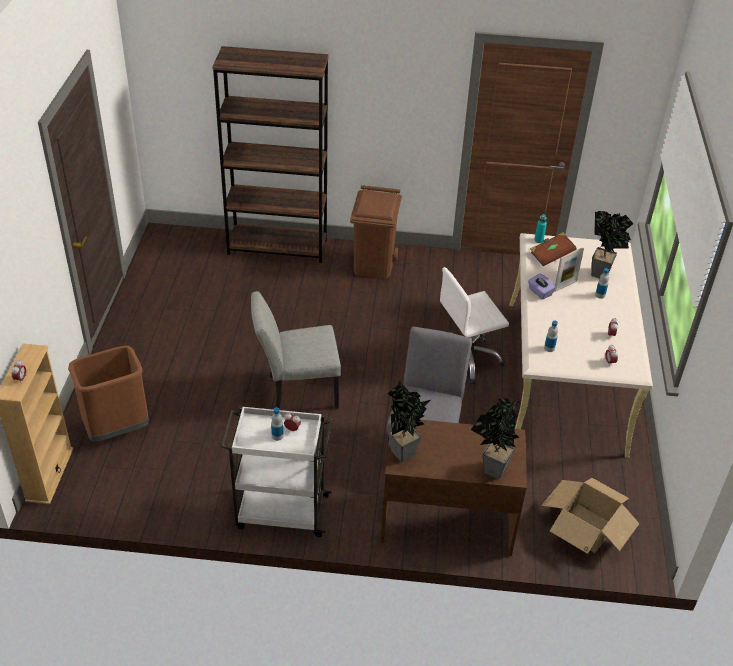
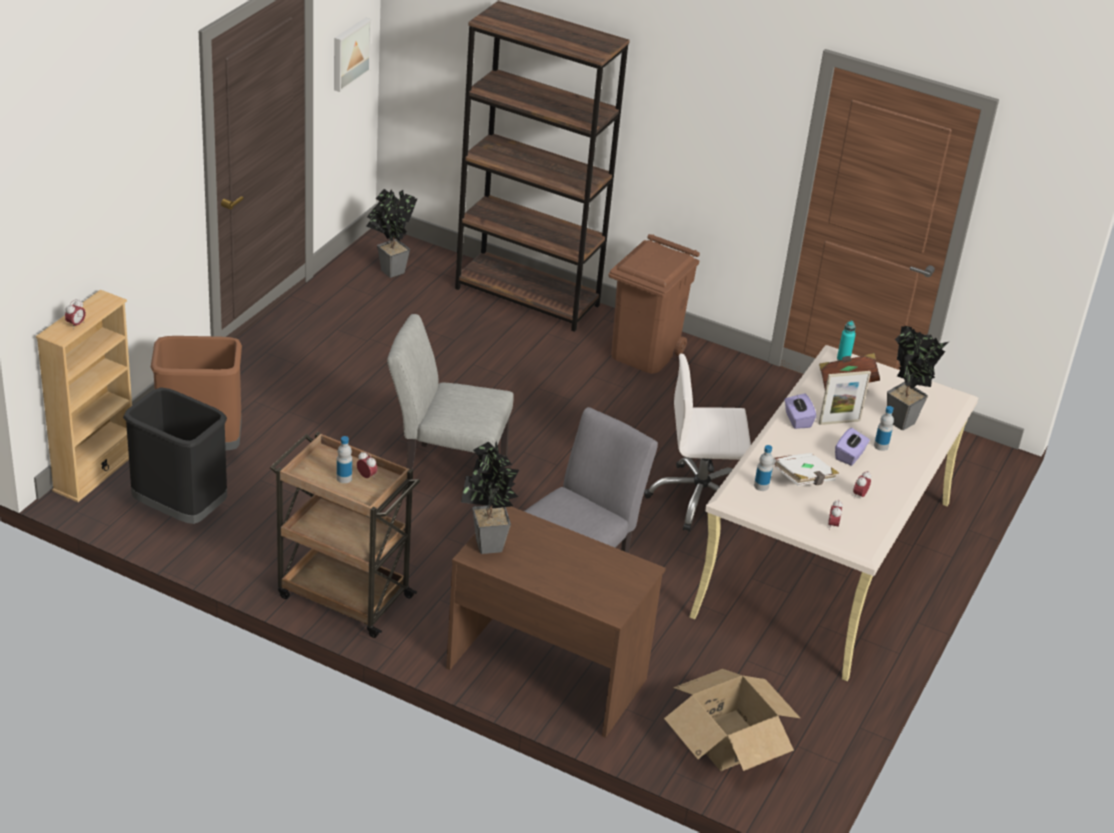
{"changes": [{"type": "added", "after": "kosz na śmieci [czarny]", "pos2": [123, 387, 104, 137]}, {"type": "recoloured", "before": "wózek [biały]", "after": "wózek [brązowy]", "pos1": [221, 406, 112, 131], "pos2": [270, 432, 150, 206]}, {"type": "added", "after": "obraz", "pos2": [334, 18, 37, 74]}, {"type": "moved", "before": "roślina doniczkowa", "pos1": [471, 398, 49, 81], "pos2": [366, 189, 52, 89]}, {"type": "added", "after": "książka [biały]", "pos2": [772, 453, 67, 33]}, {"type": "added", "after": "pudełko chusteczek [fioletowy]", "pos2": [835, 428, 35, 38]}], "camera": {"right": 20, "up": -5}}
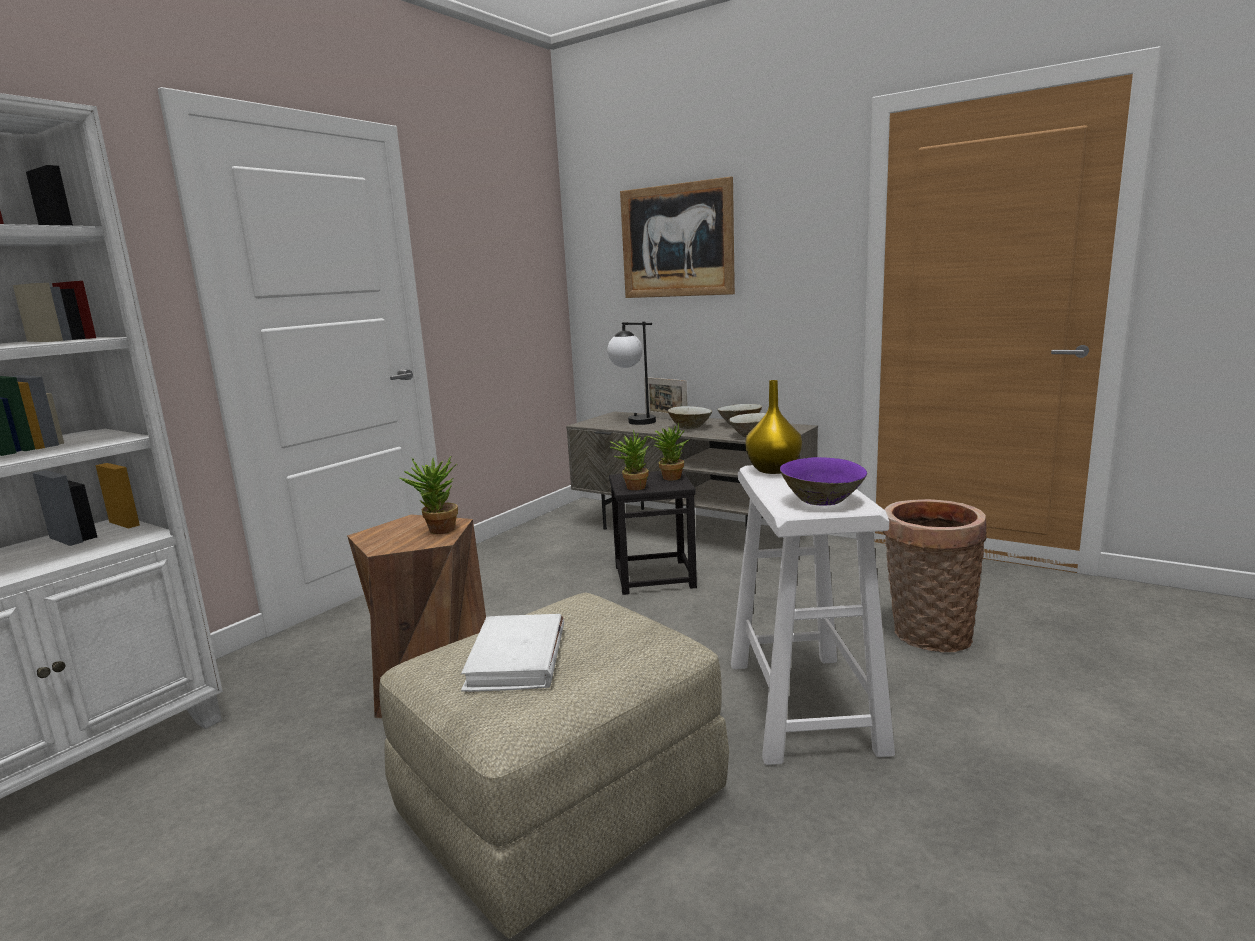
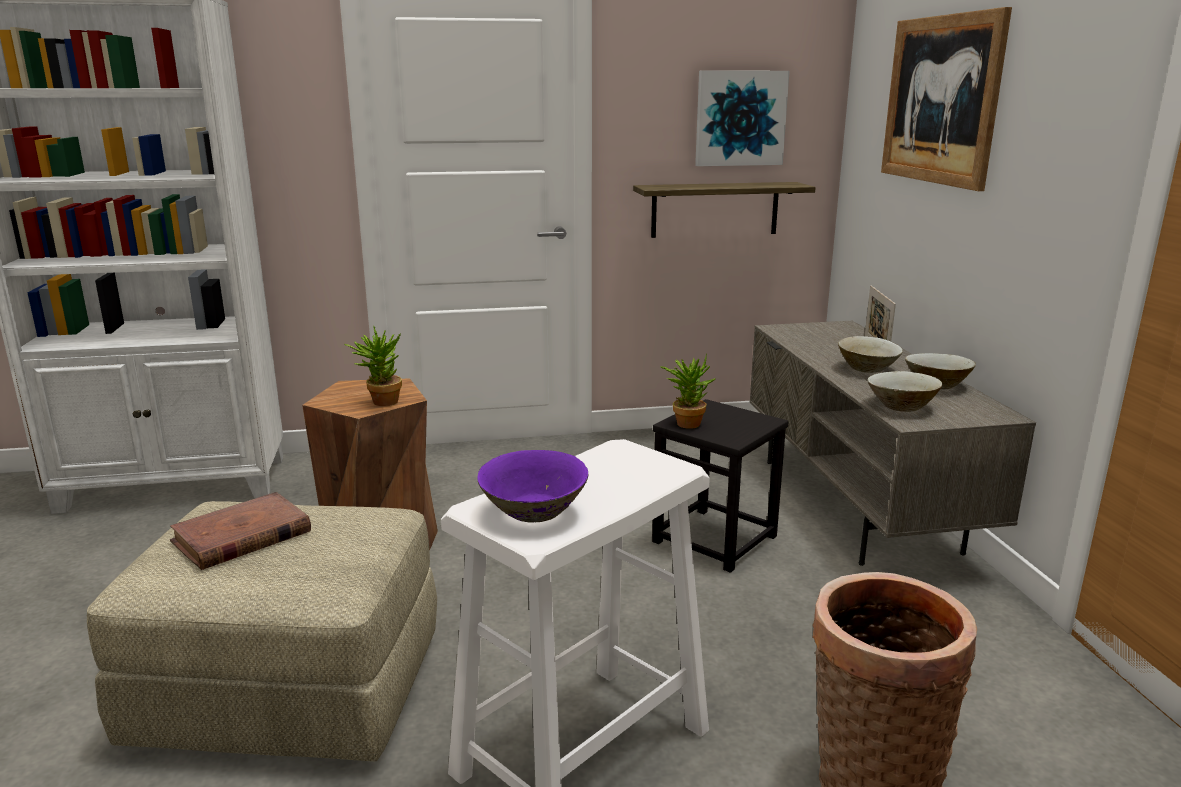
{"changes": [{"type": "recoloured", "before": "książka [biały]", "after": "książka [brązowy]", "pos1": [461, 614, 103, 78], "pos2": [170, 492, 141, 78]}, {"type": "added", "after": "półka", "pos2": [633, 182, 183, 56]}, {"type": "added", "after": "obraz", "pos2": [695, 70, 95, 96]}, {"type": "removed", "before": "lampa stołowa", "pos1": [607, 322, 49, 103]}, {"type": "removed", "before": "roślina doniczkowa", "pos1": [648, 422, 41, 58]}, {"type": "removed", "before": "wazon [żółty]", "pos1": [745, 380, 57, 94]}], "camera": {"right": 45, "up": 5}}
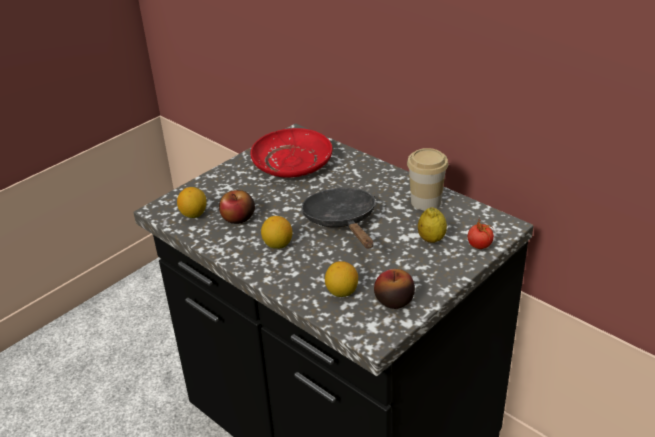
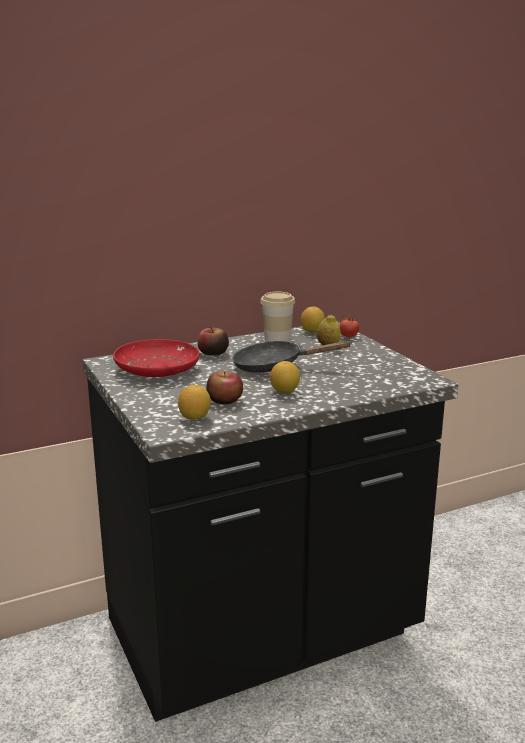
{"changes": [{"type": "moved", "before": "jabłko", "pos1": [374, 269, 41, 40], "pos2": [197, 327, 32, 28]}, {"type": "moved", "before": "cytryna", "pos1": [325, 261, 33, 36], "pos2": [301, 307, 24, 26]}], "camera": {"right": -70, "up": -15}}
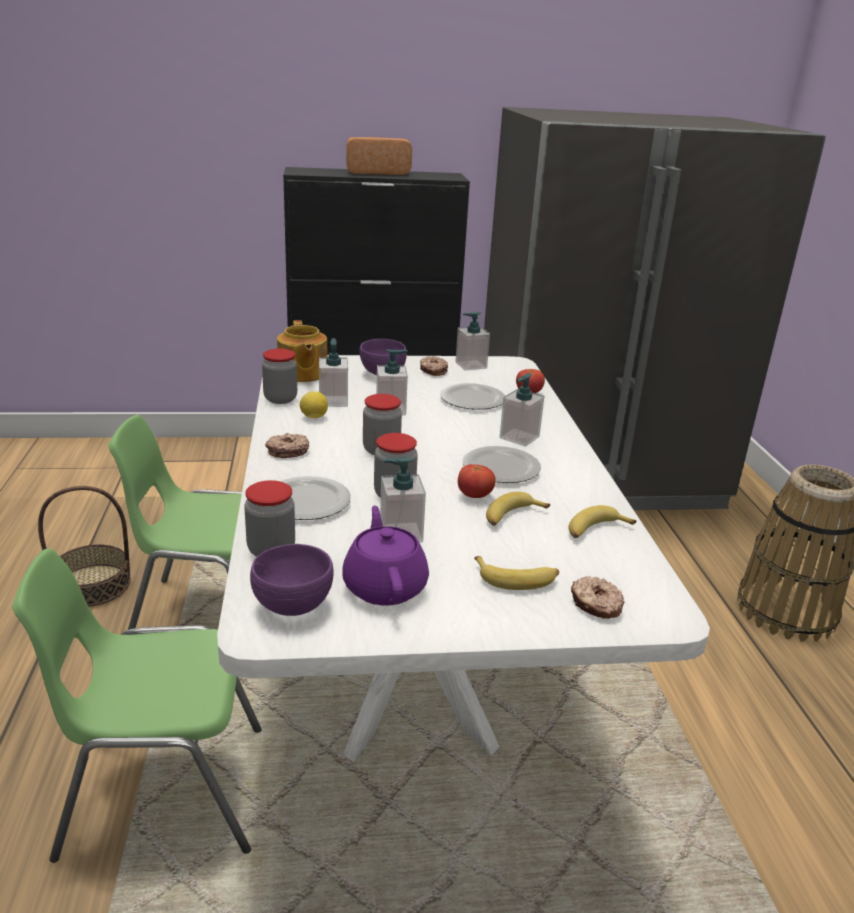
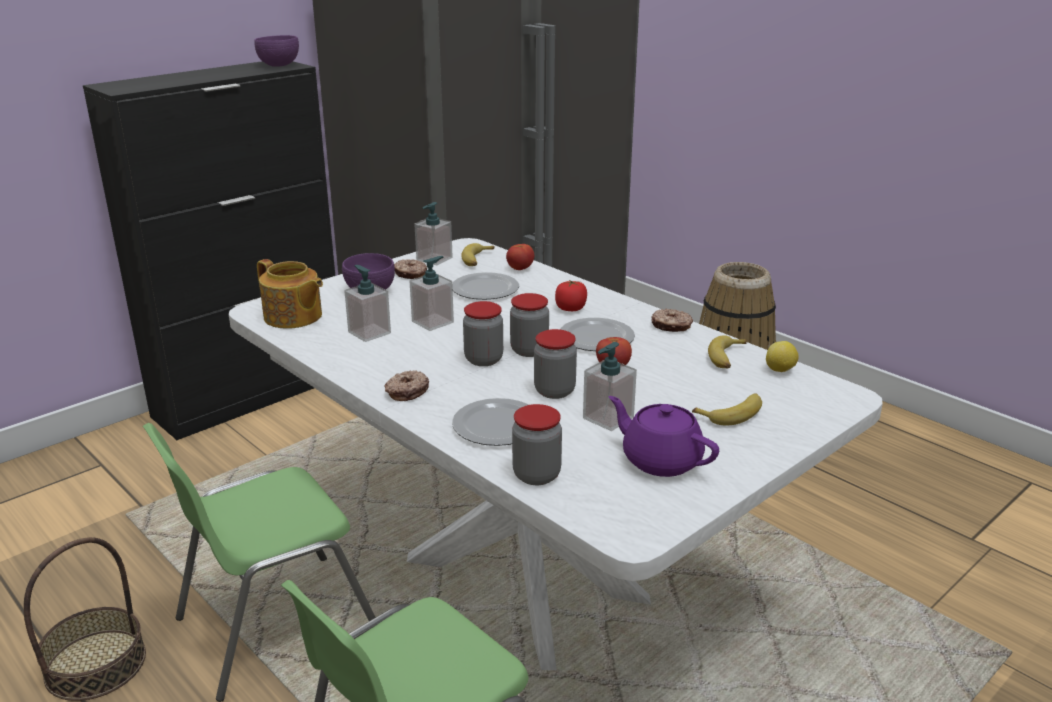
{"changes": [{"type": "moved", "before": "miska [fioletowy]", "pos1": [250, 544, 84, 72], "pos2": [254, 35, 45, 32]}, {"type": "moved", "before": "banan", "pos1": [486, 492, 64, 34], "pos2": [461, 243, 33, 23]}, {"type": "moved", "before": "słoik", "pos1": [262, 349, 35, 55], "pos2": [510, 293, 39, 64]}, {"type": "replaced", "before": "dozownik mydła", "after": "pomidor", "pos1": [500, 373, 44, 73], "pos2": [555, 280, 32, 31]}, {"type": "moved", "before": "donut", "pos1": [571, 576, 54, 43], "pos2": [651, 309, 42, 23]}, {"type": "moved", "before": "cytryna", "pos1": [300, 391, 28, 27], "pos2": [766, 341, 33, 31]}, {"type": "removed", "before": "chleb", "pos1": [346, 137, 66, 38]}], "camera": {"right": -35, "up": 0}}
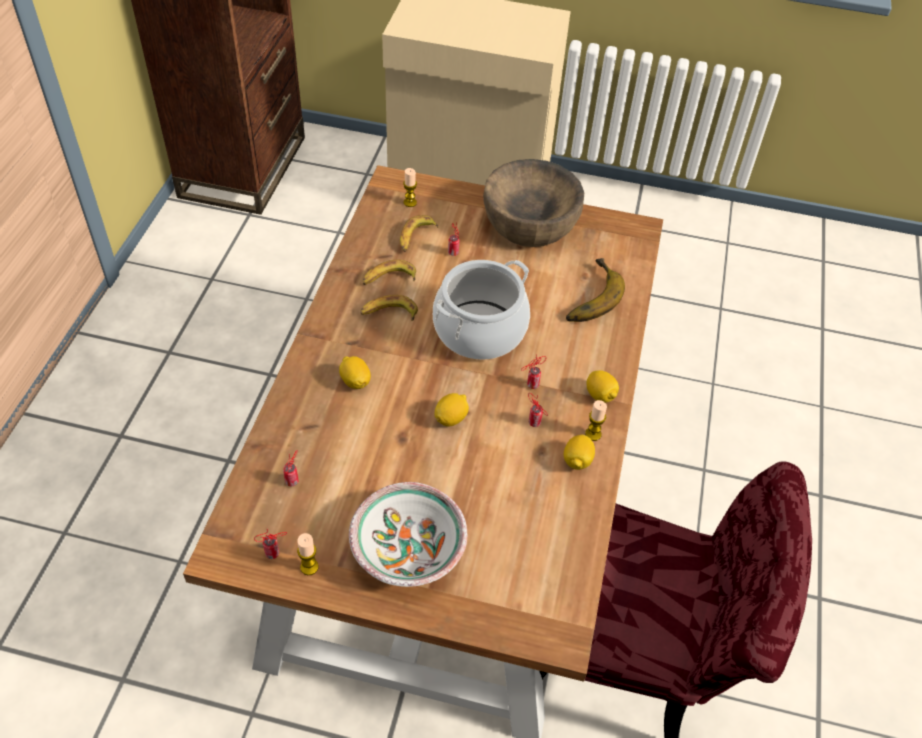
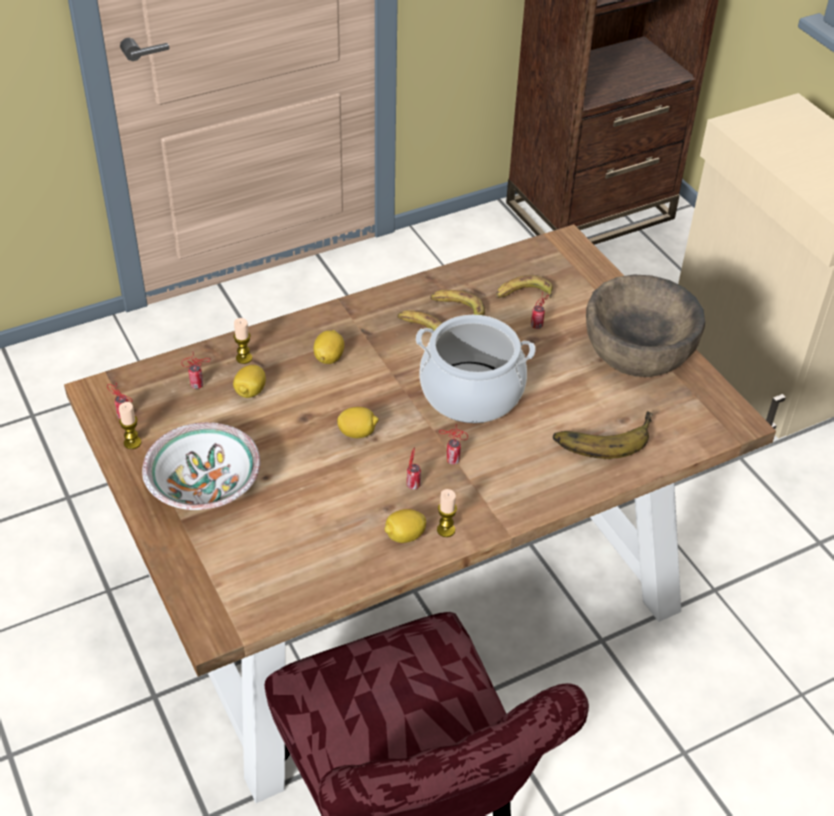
{"changes": [{"type": "moved", "before": "cytryna", "pos1": [586, 370, 33, 33], "pos2": [233, 365, 33, 33]}, {"type": "moved", "before": "świeca", "pos1": [403, 168, 14, 39], "pos2": [234, 318, 18, 46]}], "camera": {"right": 50, "up": -5}}
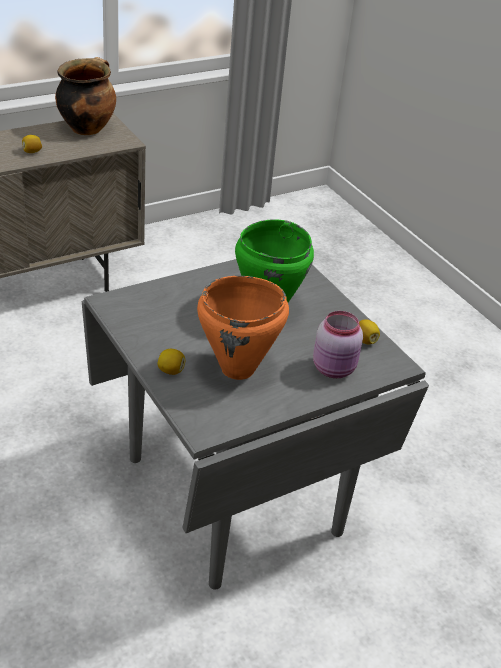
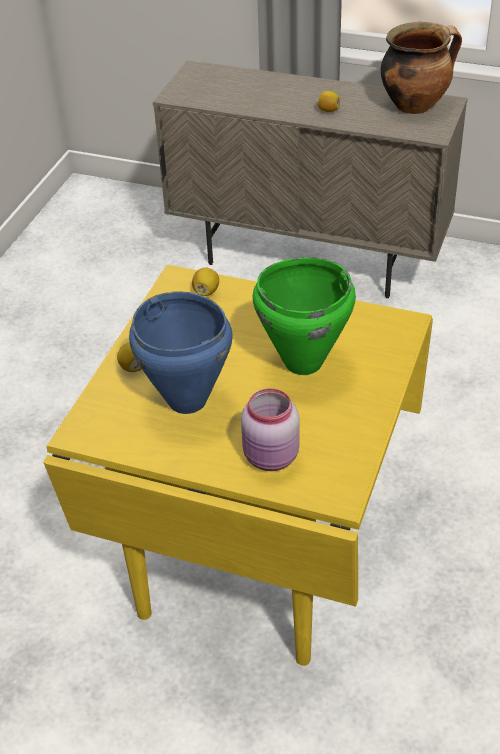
{"changes": [{"type": "recoloured", "before": "stół jadalny [szary]", "after": "stół jadalny [żółty]", "pos1": [82, 259, 347, 331], "pos2": [43, 265, 390, 401]}, {"type": "recoloured", "before": "garnek [pomarańczowy]", "after": "garnek [niebieski]", "pos1": [197, 276, 92, 104], "pos2": [129, 291, 104, 123]}, {"type": "moved", "before": "cytryna", "pos1": [359, 319, 21, 25], "pos2": [192, 268, 27, 28]}], "camera": {"right": 55, "up": 5}}
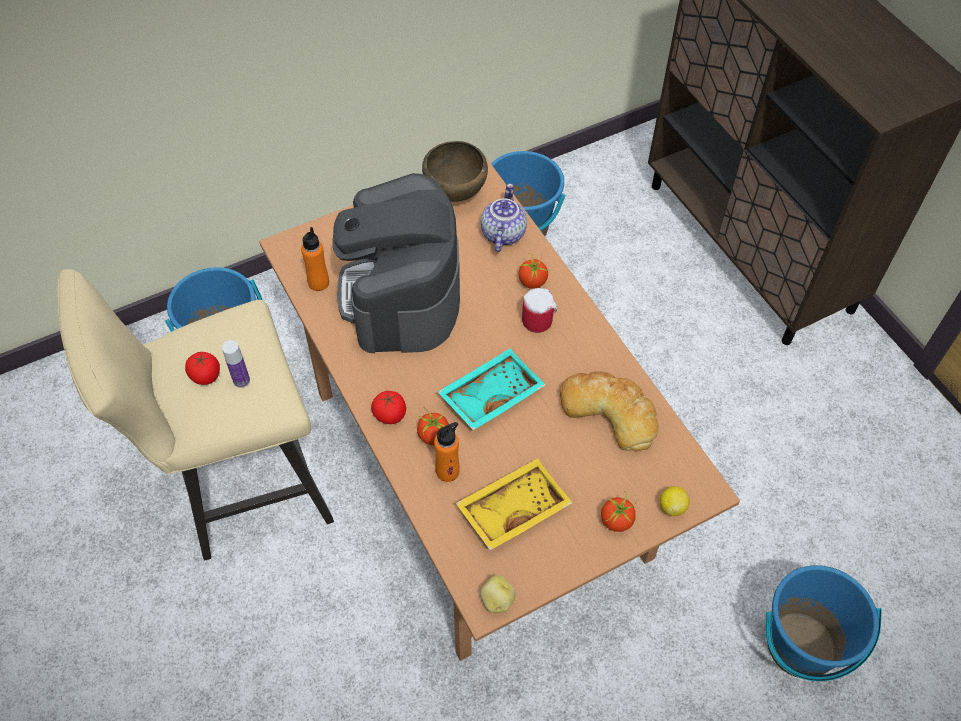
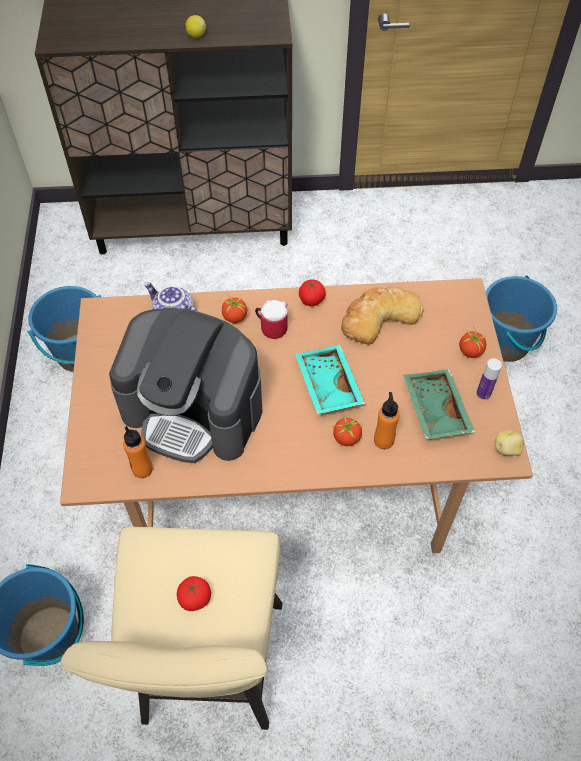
{"changes": [{"type": "moved", "before": "cytryna", "pos1": [660, 486, 30, 30], "pos2": [185, 15, 21, 23]}, {"type": "moved", "before": "pomidor", "pos1": [371, 391, 35, 33], "pos2": [299, 279, 26, 27]}, {"type": "recoloured", "before": "taca [żółty]", "after": "taca [zielony]", "pos1": [456, 458, 116, 92], "pos2": [403, 369, 72, 71]}, {"type": "moved", "before": "butelka", "pos1": [222, 340, 28, 48], "pos2": [476, 358, 26, 42]}, {"type": "removed", "before": "miska [brązowy]", "pos1": [422, 141, 66, 61]}], "camera": {"right": -65, "up": 0}}
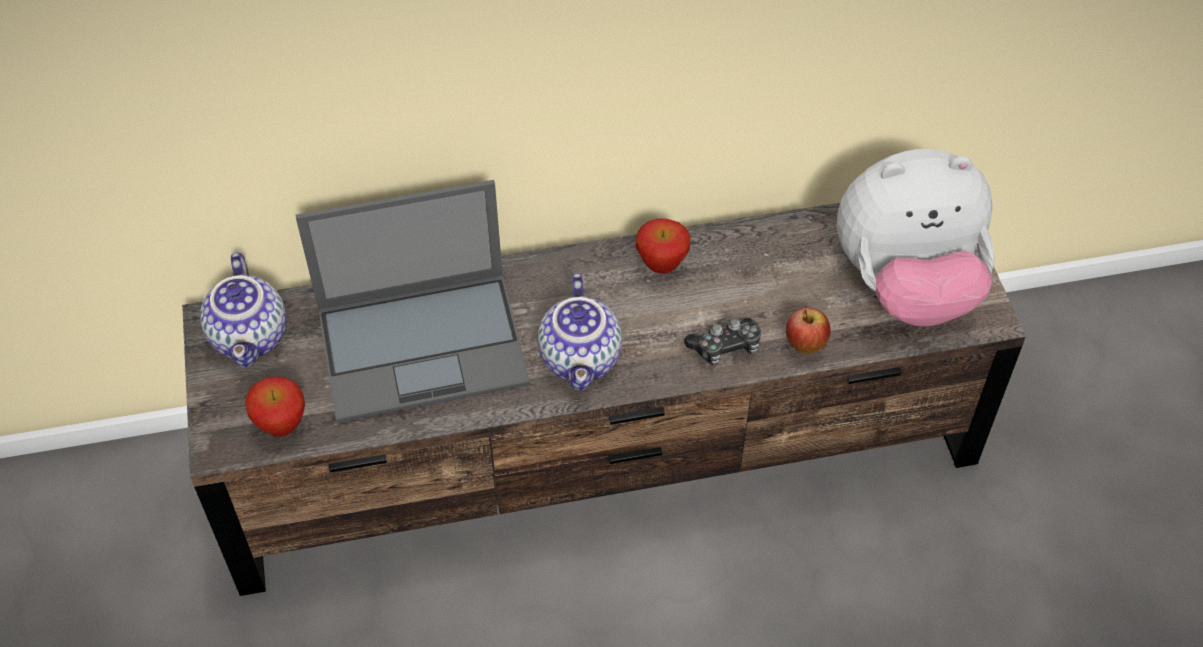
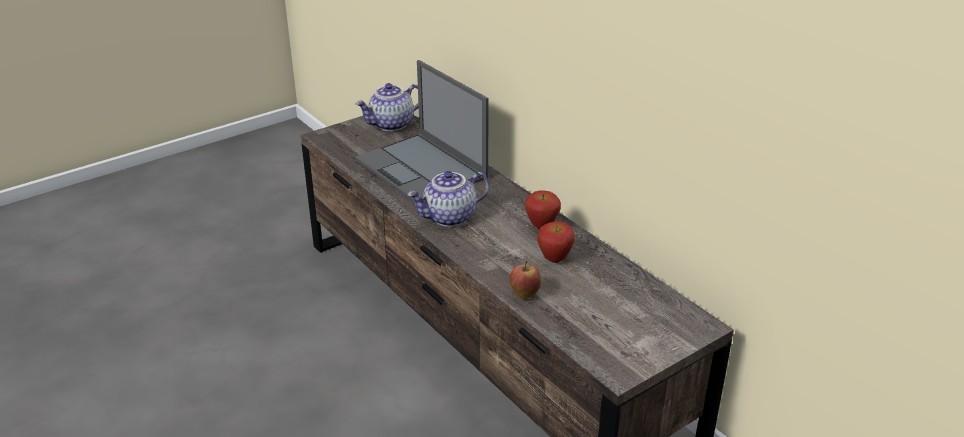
{"changes": [{"type": "moved", "before": "jabłko", "pos1": [245, 377, 60, 60], "pos2": [537, 221, 38, 42]}, {"type": "removed", "before": "pad do gier", "pos1": [685, 318, 76, 48]}, {"type": "removed", "before": "pluszak", "pos1": [837, 149, 158, 178]}], "camera": {"right": 65, "up": -20}}
